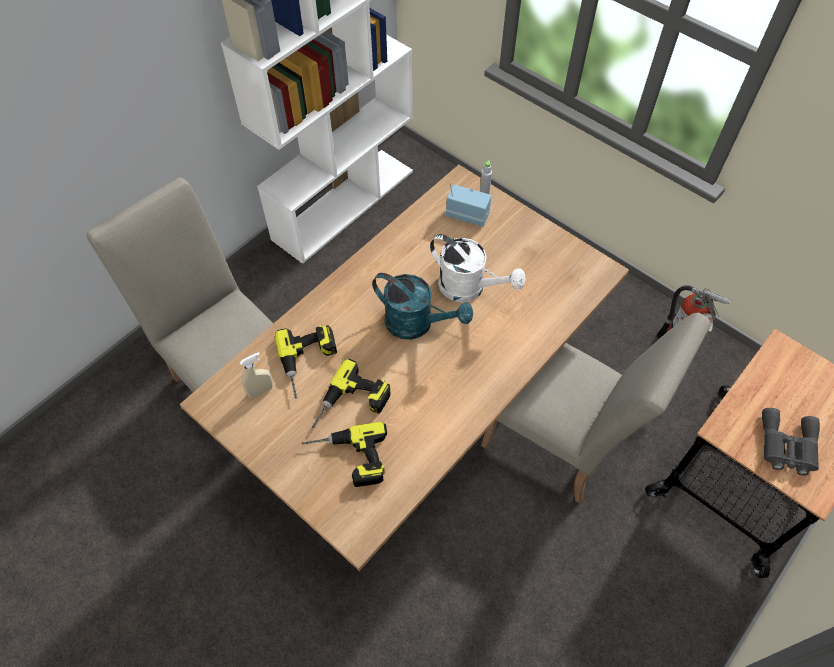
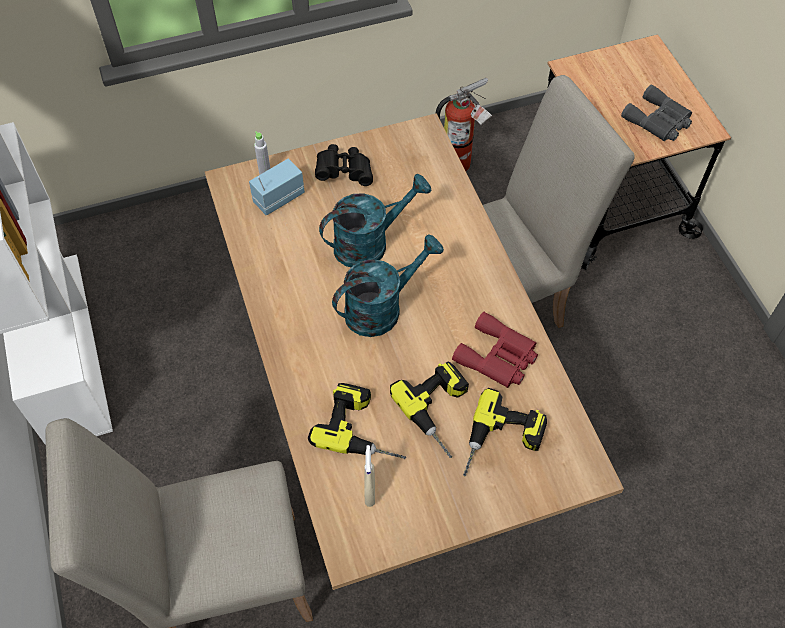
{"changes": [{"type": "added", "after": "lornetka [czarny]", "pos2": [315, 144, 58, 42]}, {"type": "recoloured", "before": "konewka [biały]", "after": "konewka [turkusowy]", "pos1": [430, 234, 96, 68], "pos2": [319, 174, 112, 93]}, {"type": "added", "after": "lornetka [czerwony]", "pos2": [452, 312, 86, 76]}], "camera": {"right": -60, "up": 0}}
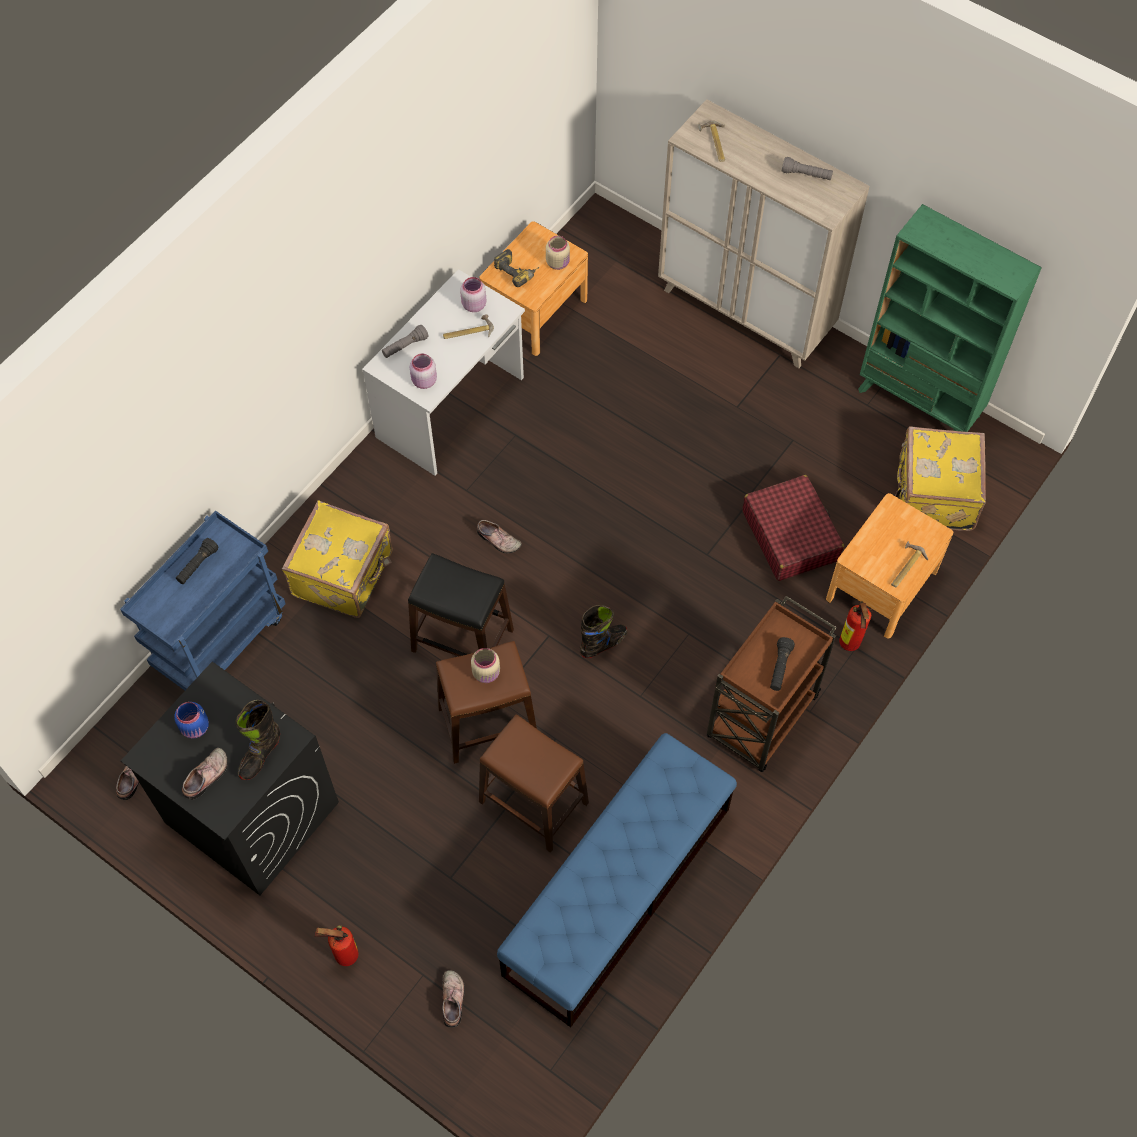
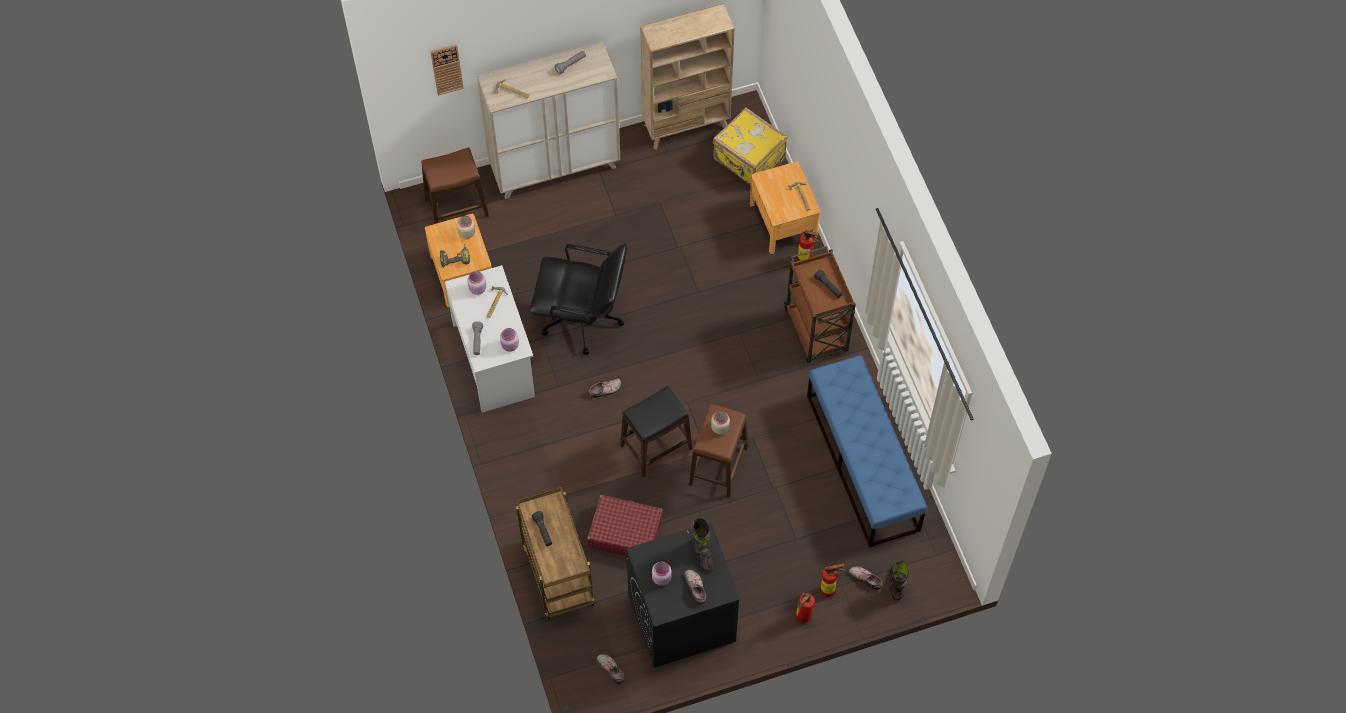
{"changes": [{"type": "moved", "before": "stołek [brązowy]", "pos1": [479, 714, 110, 139], "pos2": [421, 148, 68, 76]}, {"type": "added", "after": "zegar ścienny", "pos2": [430, 44, 34, 52]}, {"type": "recoloured", "before": "wózek [niebieski]", "after": "wózek [brązowy]", "pos1": [120, 511, 166, 179], "pos2": [516, 487, 78, 133]}, {"type": "added", "after": "krzesło biurowe [czarny]", "pos2": [530, 244, 97, 111]}, {"type": "moved", "before": "walizka [czerwony]", "pos1": [742, 475, 102, 106], "pos2": [587, 495, 76, 61]}, {"type": "recoloured", "before": "regał [zielony]", "after": "regał [beżowy]", "pos1": [858, 204, 184, 228], "pos2": [640, 4, 95, 146]}, {"type": "recoloured", "before": "słoik [niebieski]", "after": "słoik [różowy]", "pos1": [174, 702, 35, 37], "pos2": [652, 562, 19, 24]}, {"type": "added", "after": "gaśnica", "pos2": [820, 562, 26, 35]}, {"type": "moved", "before": "but z cholewką [czarny]", "pos1": [580, 605, 47, 53], "pos2": [890, 560, 19, 41]}, {"type": "removed", "before": "walizka [żółty]", "pos1": [282, 500, 111, 118]}], "camera": {"right": -55, "up": 0}}
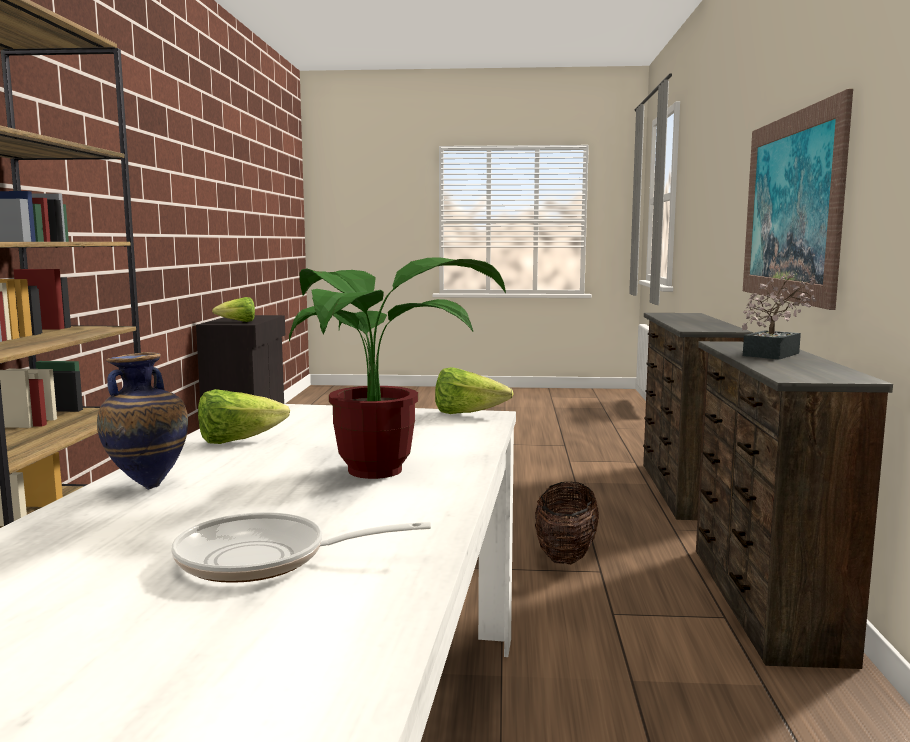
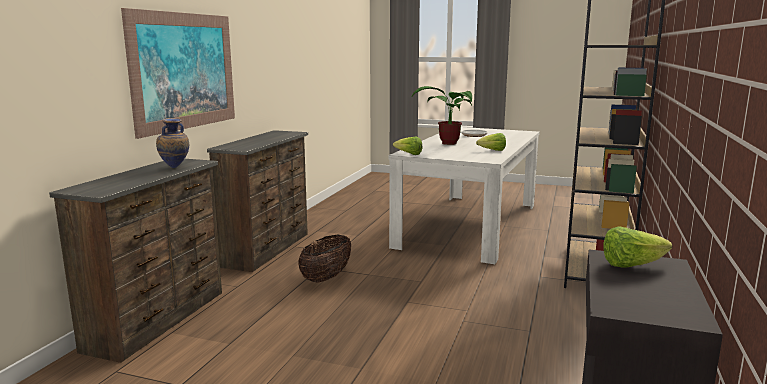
{"changes": [{"type": "moved", "before": "wazon", "pos1": [97, 352, 91, 138], "pos2": [156, 118, 33, 50]}, {"type": "removed", "before": "roślina doniczkowa", "pos1": [742, 274, 74, 86]}], "camera": {"right": -165, "up": 5}}
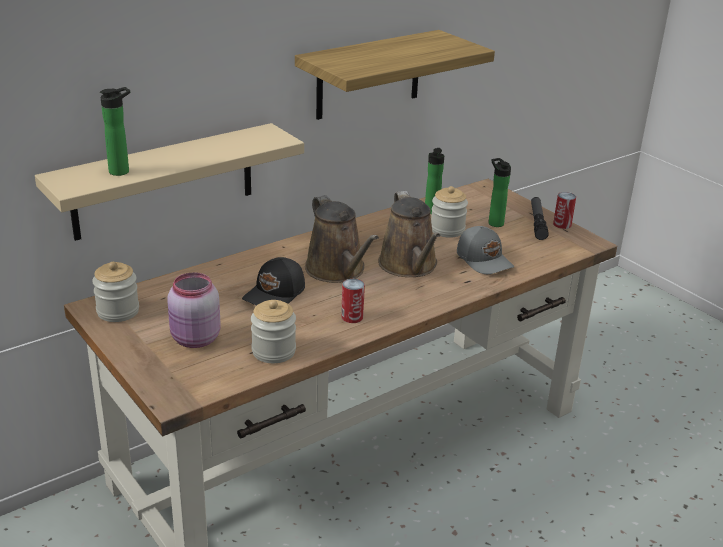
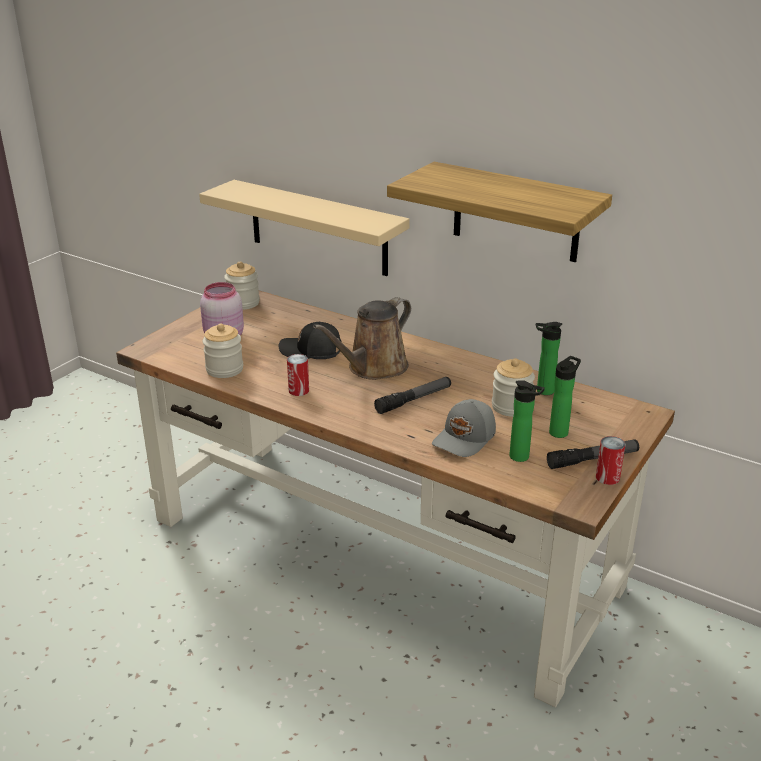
{"changes": [{"type": "replaced", "before": "konewka [brązowy]", "after": "latarka", "pos1": [378, 191, 62, 86], "pos2": [374, 377, 77, 37]}, {"type": "moved", "before": "butelka", "pos1": [100, 87, 30, 89], "pos2": [509, 380, 36, 82]}], "camera": {"right": 70, "up": 0}}
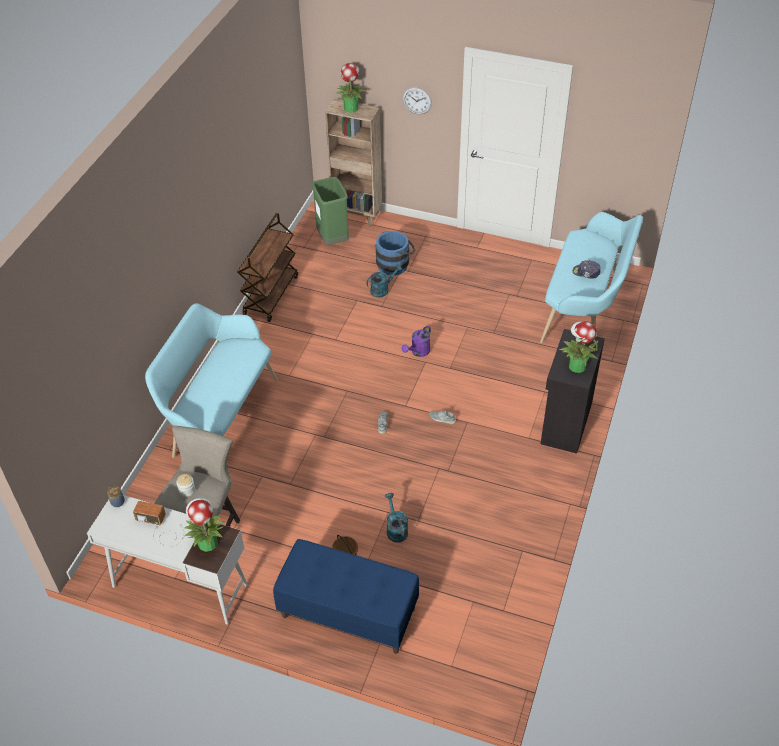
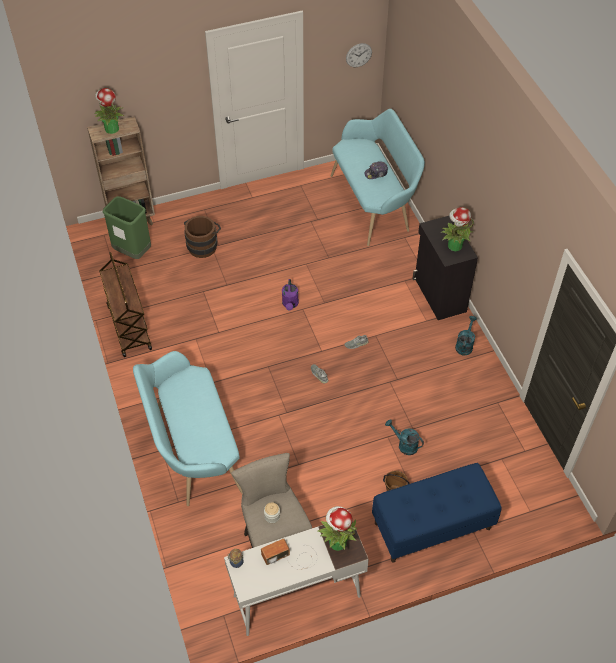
{"changes": [{"type": "recoloured", "before": "wiadro [niebieski]", "after": "wiadro [brązowy]", "pos1": [376, 231, 39, 45], "pos2": [184, 216, 37, 42]}, {"type": "moved", "before": "zegar ścienny", "pos1": [403, 87, 29, 27], "pos2": [346, 43, 26, 24]}, {"type": "moved", "before": "konewka [turkusowy]", "pos1": [367, 264, 35, 34], "pos2": [455, 316, 22, 39]}], "camera": {"right": -40, "up": 5}}
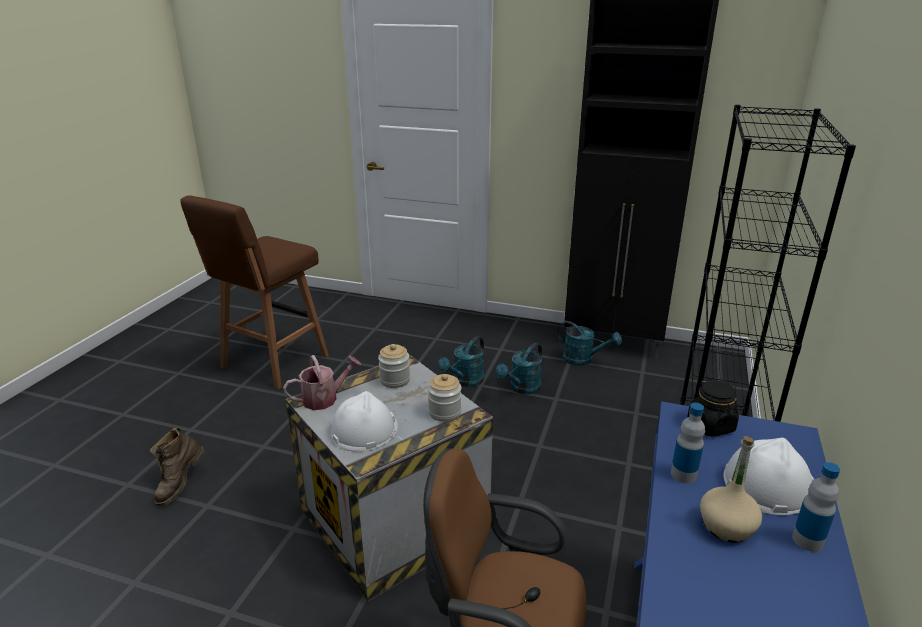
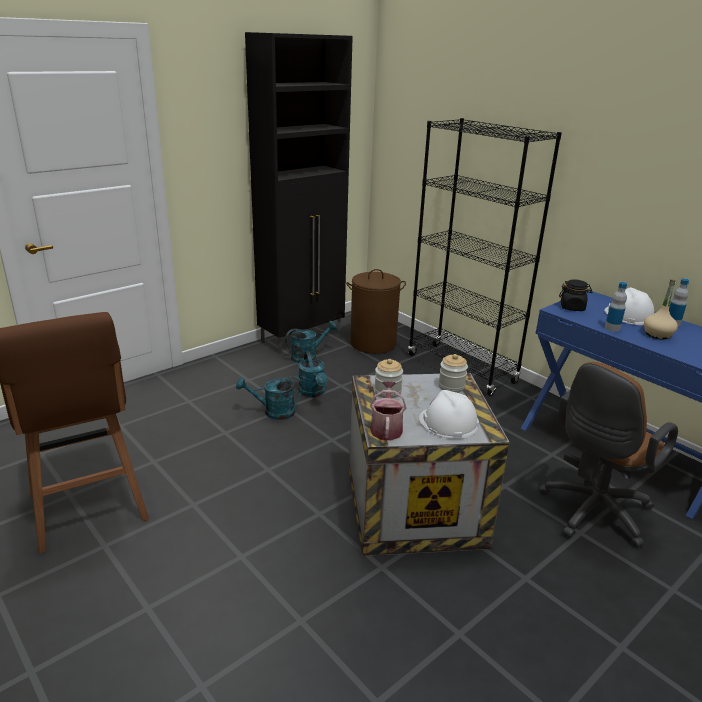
{"changes": [{"type": "turned", "before": "konewka [turkusowy]", "pos1": [438, 336, 46, 51], "pos2": [236, 376, 67, 44], "turn": 105}, {"type": "added", "after": "kosz na pranie [brązowy]", "pos2": [346, 269, 60, 85]}, {"type": "removed", "before": "but z cholewką [brązowy]", "pos1": [150, 428, 54, 78]}], "camera": {"right": -60, "up": 0}}
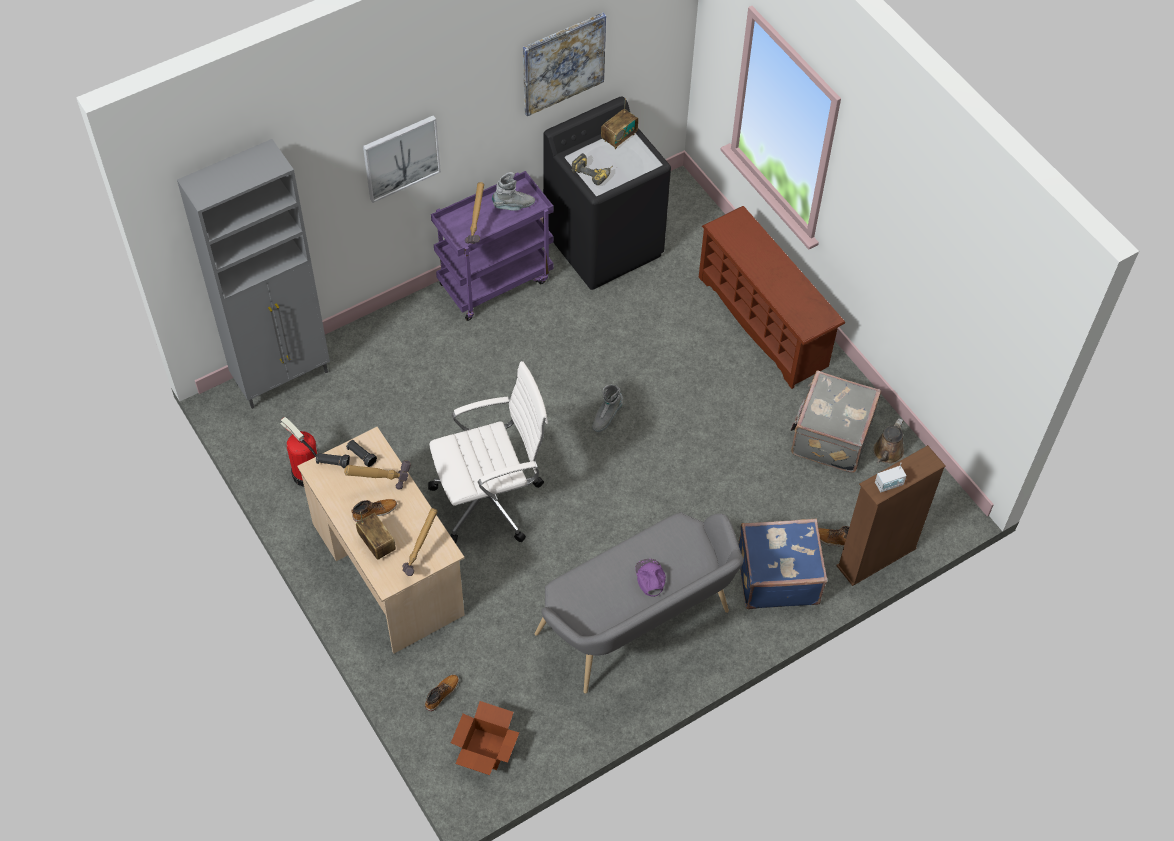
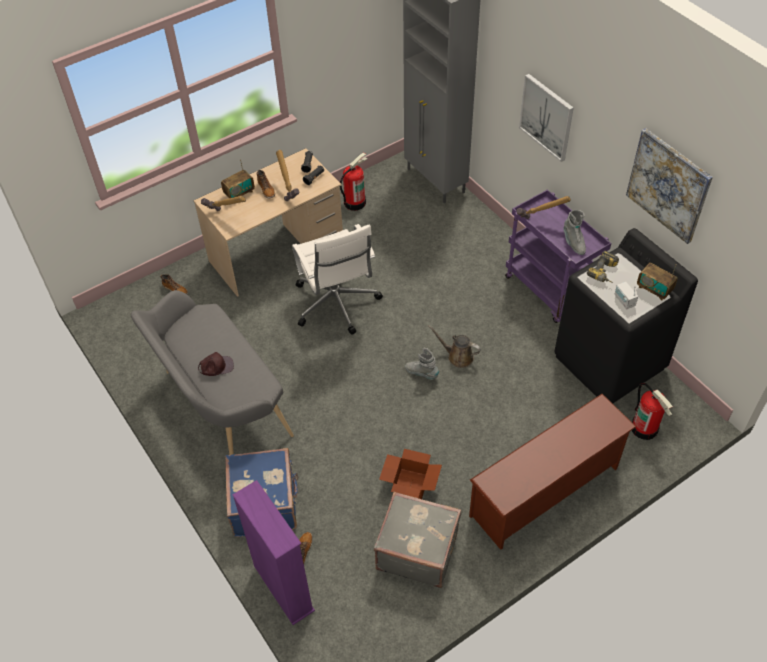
{"changes": [{"type": "recoloured", "before": "czapka z daszkiem [fioletowy]", "after": "czapka z daszkiem [brązowy]", "pos1": [635, 559, 31, 38], "pos2": [198, 352, 36, 24]}, {"type": "recoloured", "before": "regał [brązowy]", "after": "regał [fioletowy]", "pos1": [836, 445, 110, 141], "pos2": [232, 480, 83, 145]}, {"type": "moved", "before": "karton", "pos1": [451, 701, 68, 74], "pos2": [379, 449, 63, 50]}, {"type": "moved", "before": "konewka [brązowy]", "pos1": [873, 418, 31, 46], "pos2": [428, 326, 53, 42]}, {"type": "moved", "before": "radio", "pos1": [875, 463, 32, 29], "pos2": [614, 282, 24, 27]}, {"type": "added", "after": "gaśnica", "pos2": [632, 383, 41, 57]}], "camera": {"right": 90, "up": -5}}
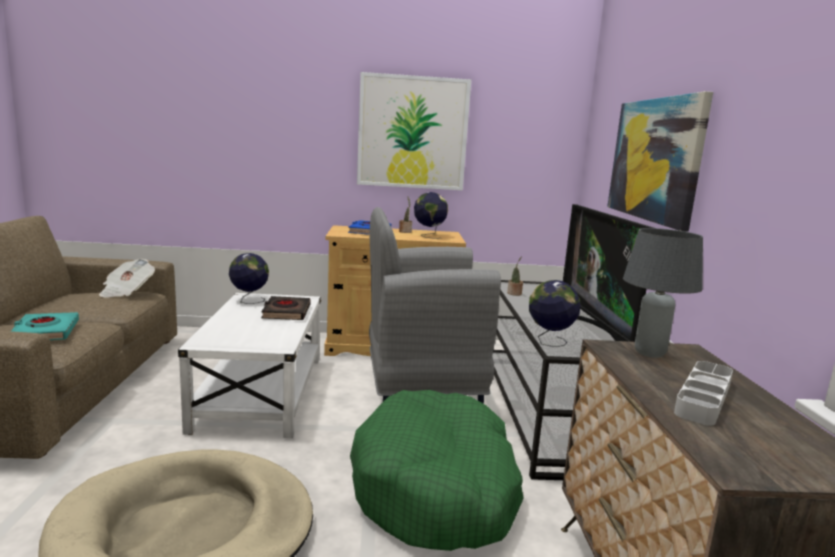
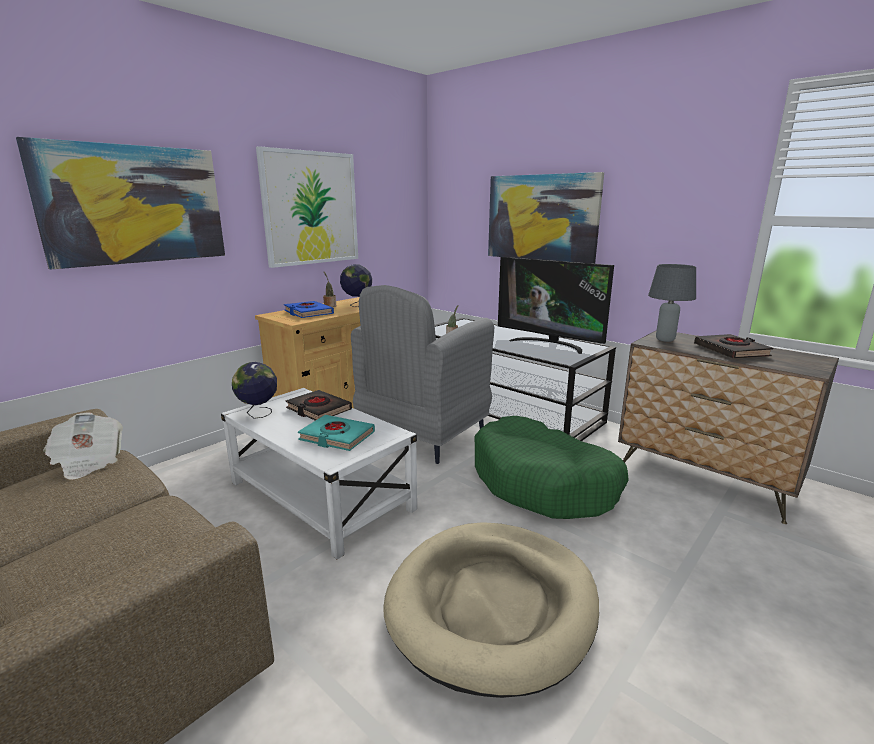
{"changes": [{"type": "added", "after": "obraz", "pos2": [16, 137, 209, 133]}, {"type": "moved", "before": "książka [turkusowy]", "pos1": [11, 312, 68, 28], "pos2": [298, 415, 77, 36]}, {"type": "replaced", "before": "taca [szary]", "after": "książka [czarny]", "pos1": [674, 361, 59, 65], "pos2": [694, 334, 79, 25]}, {"type": "removed", "before": "globus", "pos1": [529, 280, 51, 67]}], "camera": {"right": -45, "up": 5}}
